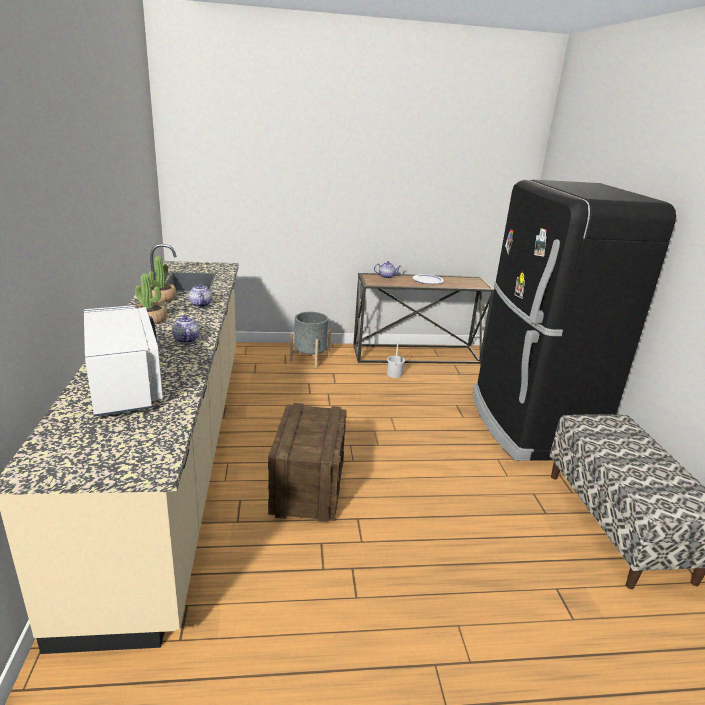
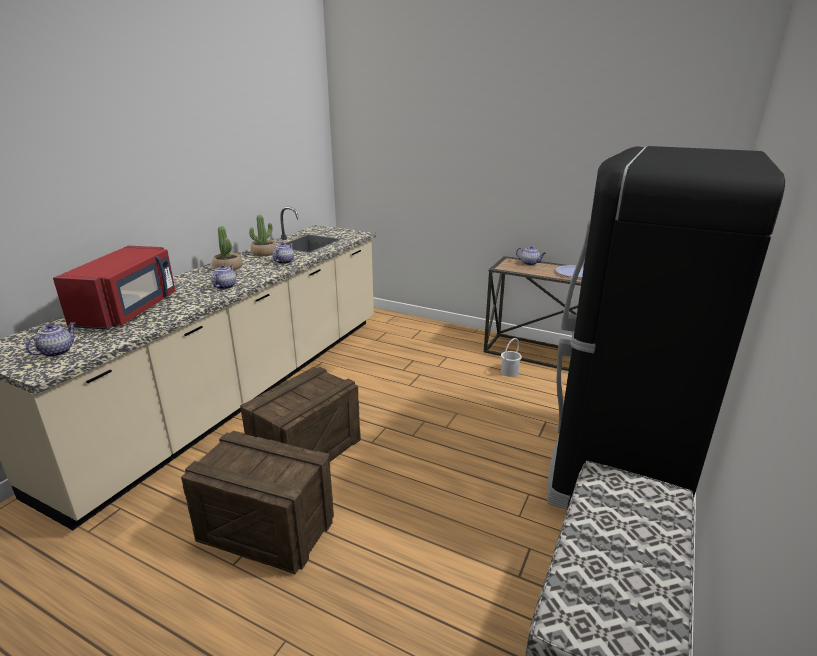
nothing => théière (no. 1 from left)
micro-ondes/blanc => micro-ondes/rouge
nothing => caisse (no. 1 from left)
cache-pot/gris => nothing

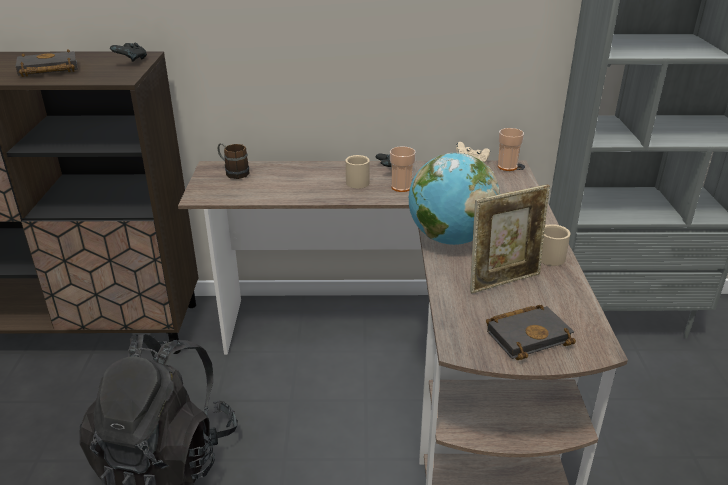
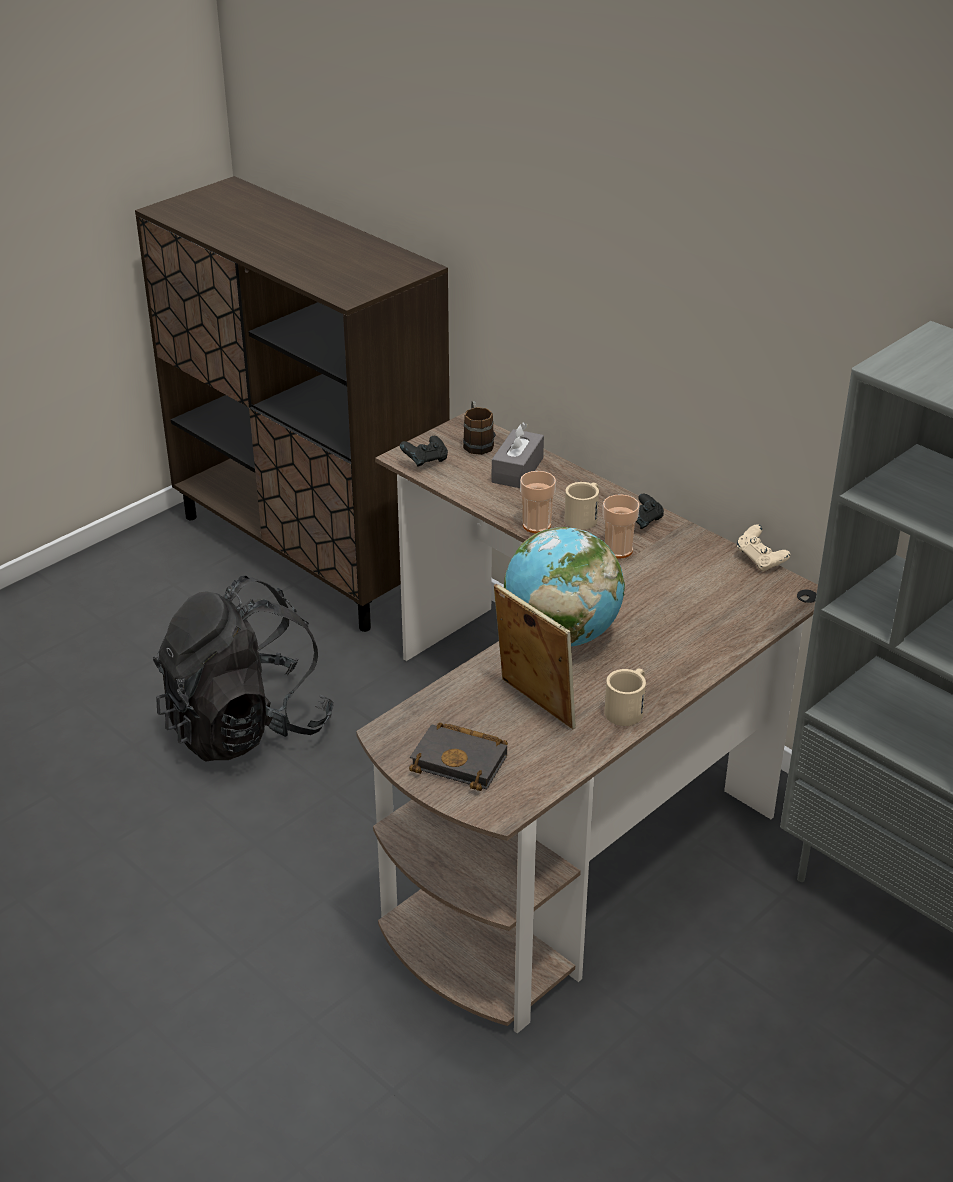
manette/noir (no. 1 from left), shifted
nothing => boîte à mouchoirs/gris
cadre photo, 150 degrees counterclockwise
tasse (no. 2 from left in the first image) => tasse (no. 1 from left), shifted
livre/noir (no. 1 from left) => nothing

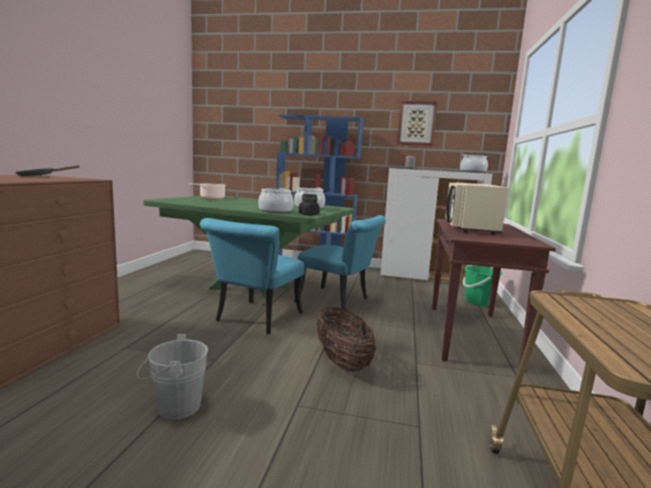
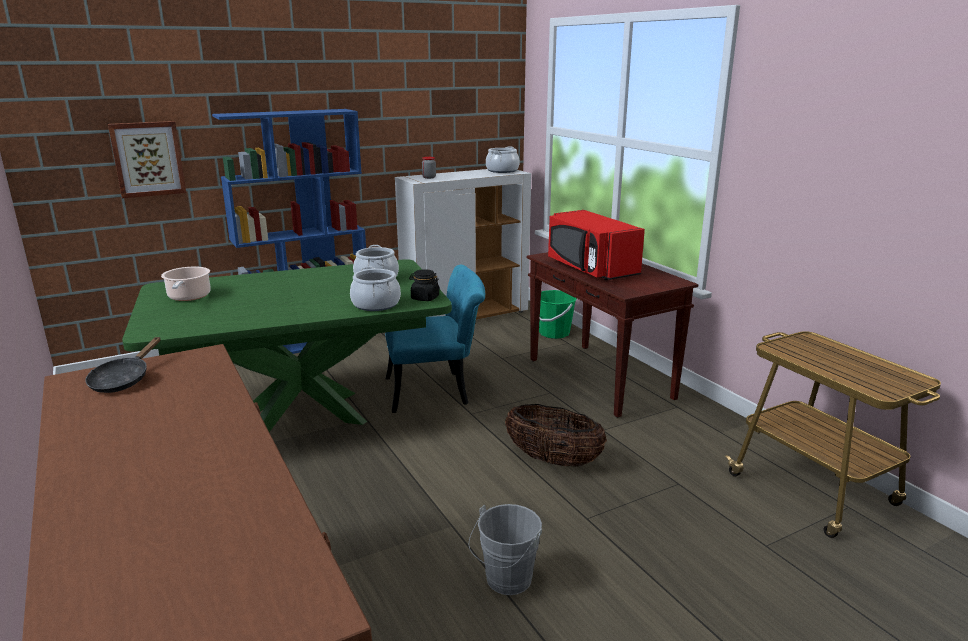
tableau, shifted
micro-ondes/beige => micro-ondes/rouge
chaise/turquoise (no. 1 from left) => nothing

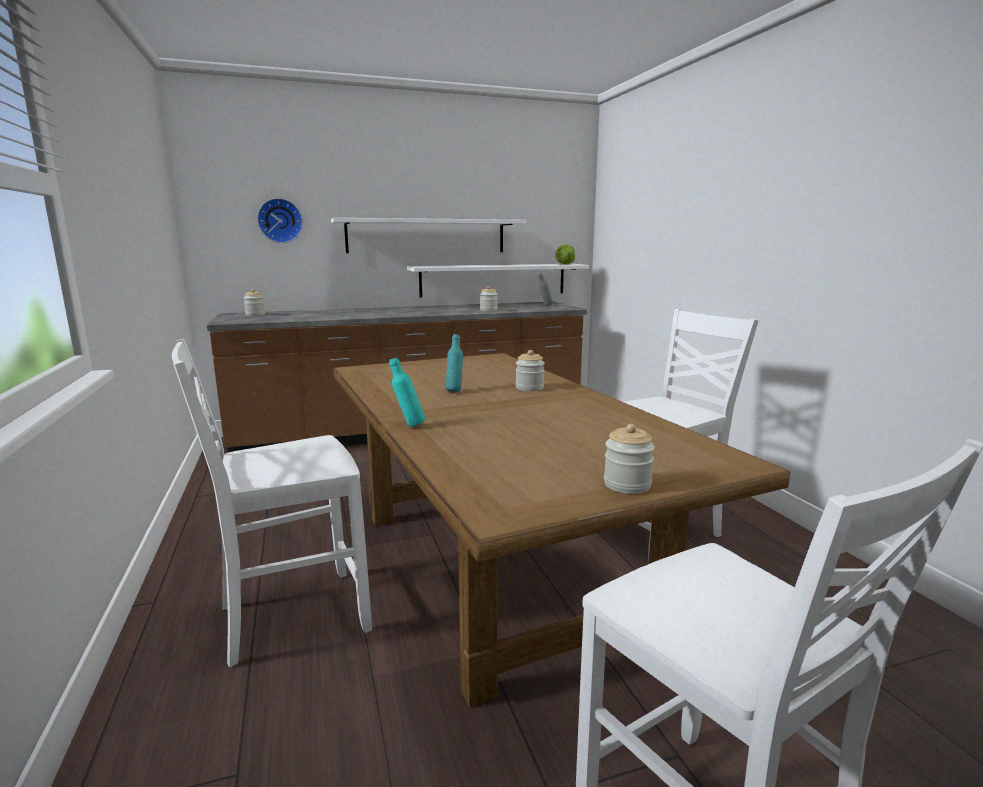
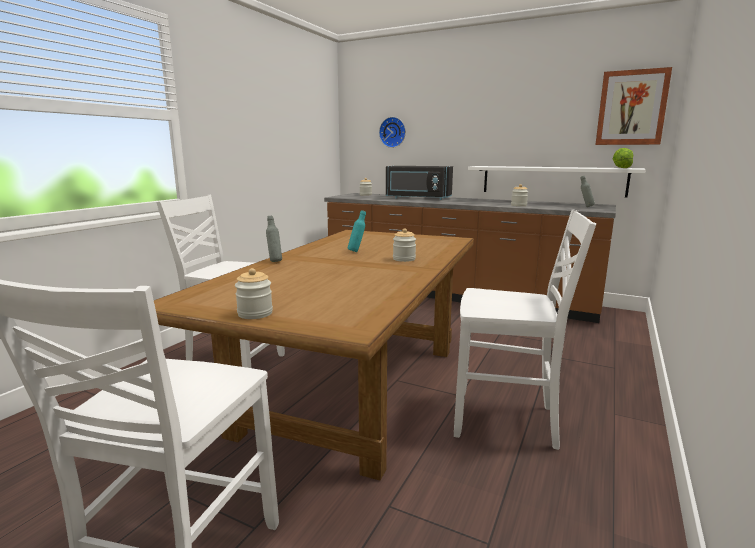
bouteille/turquoise (no. 1 from left) => bouteille/gris (no. 1 from left)
nothing => micro-ondes/noir
nothing => tableau
étagère/blanc (no. 1 from left) => nothing

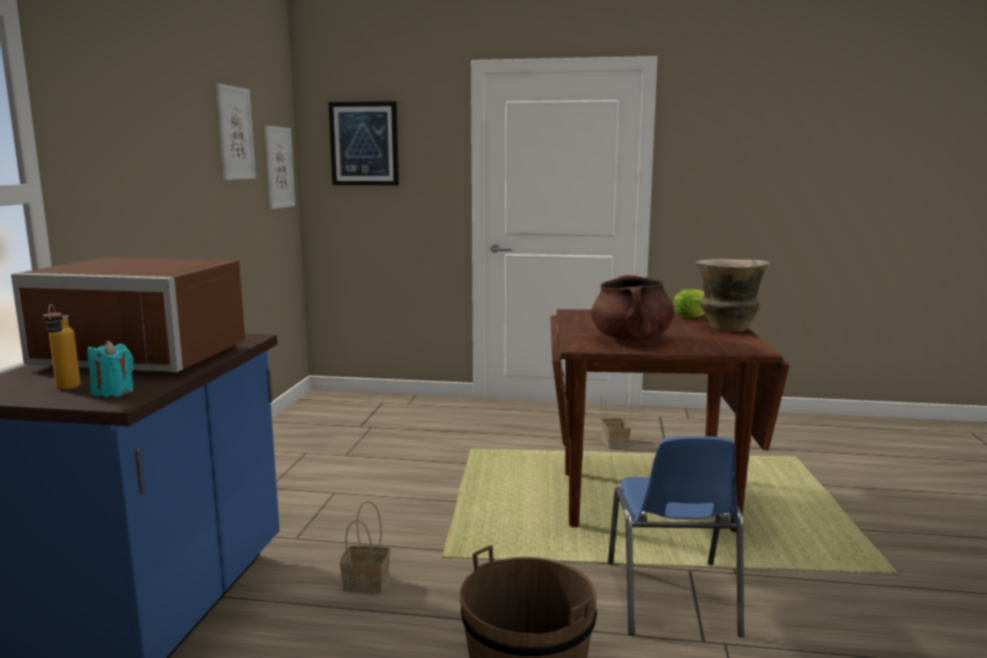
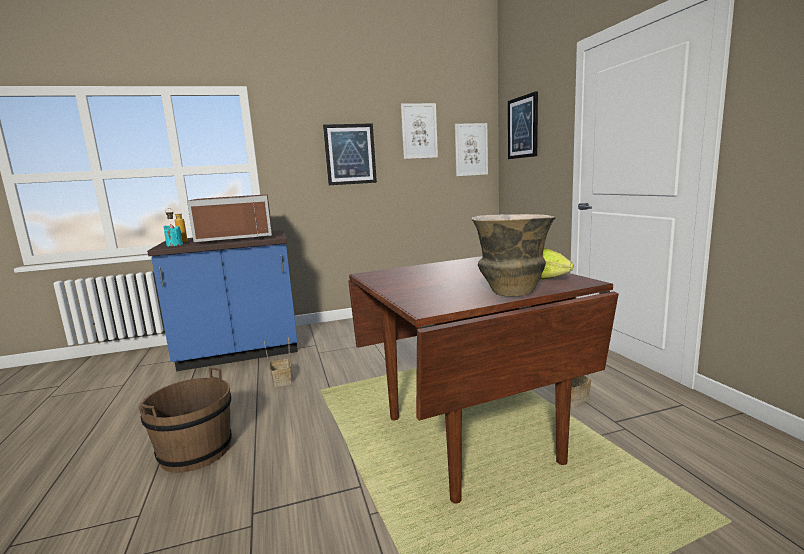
micro-ondes/marron, 90 degrees counterclockwise
nothing => tableau (no. 1 from left)
marmite/marron => nothing
chaise/bleu => nothing

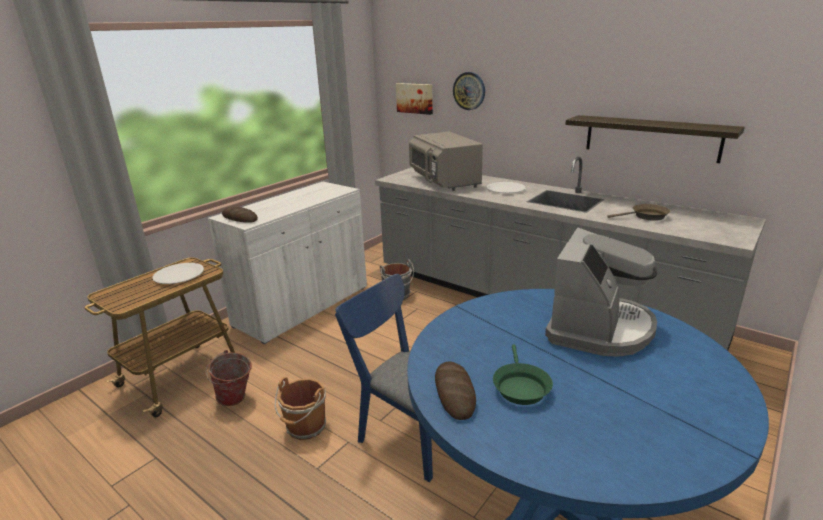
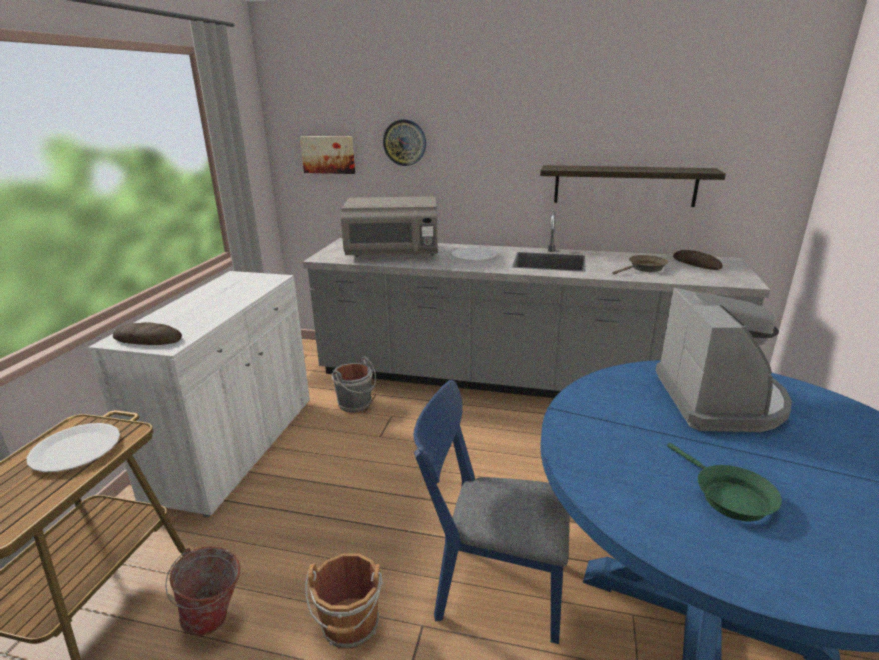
micro-ondes/gris, 45 degrees counterclockwise
pain (no. 2 from left), shifted

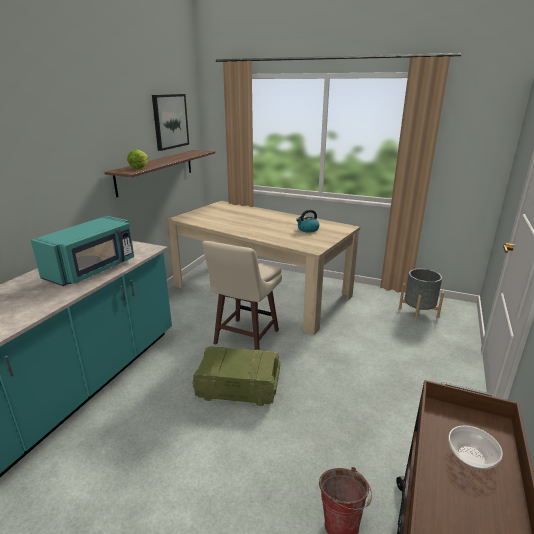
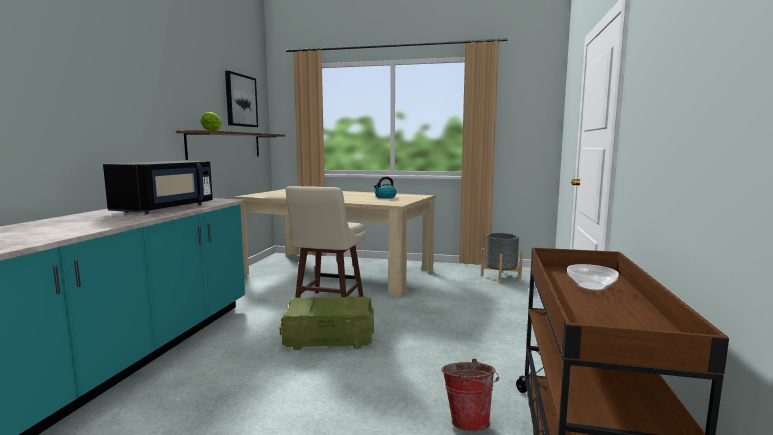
micro-ondes/turquoise => micro-ondes/noir

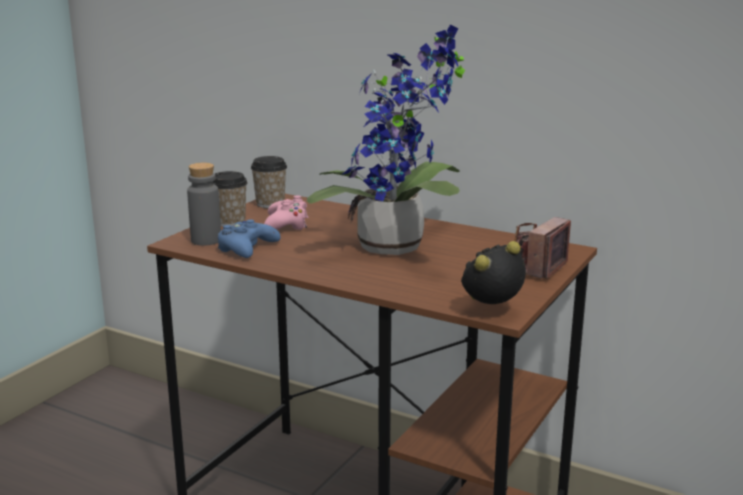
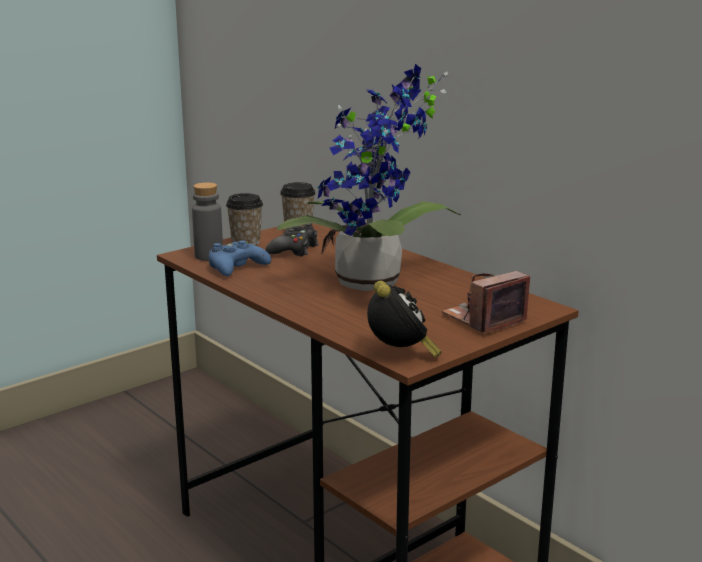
manette/rose => manette/noir
réveil, 90 degrees clockwise

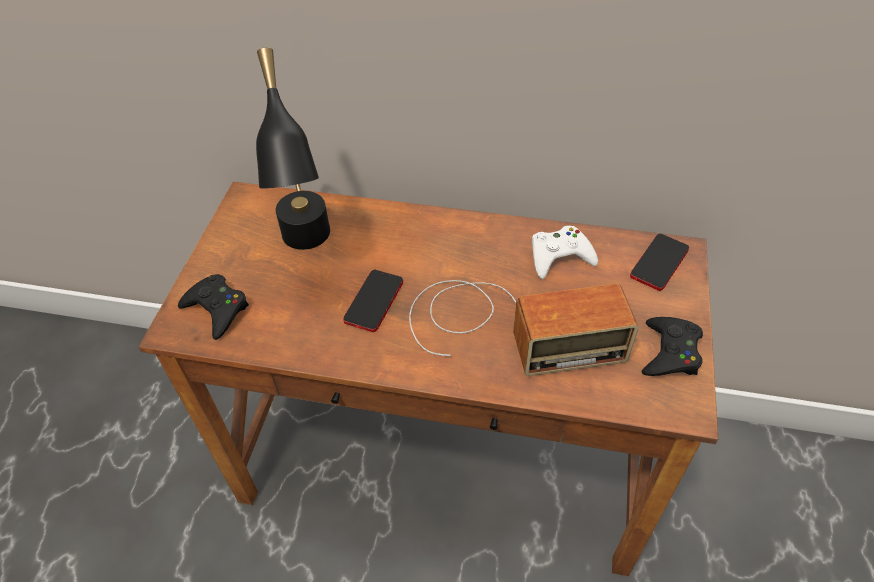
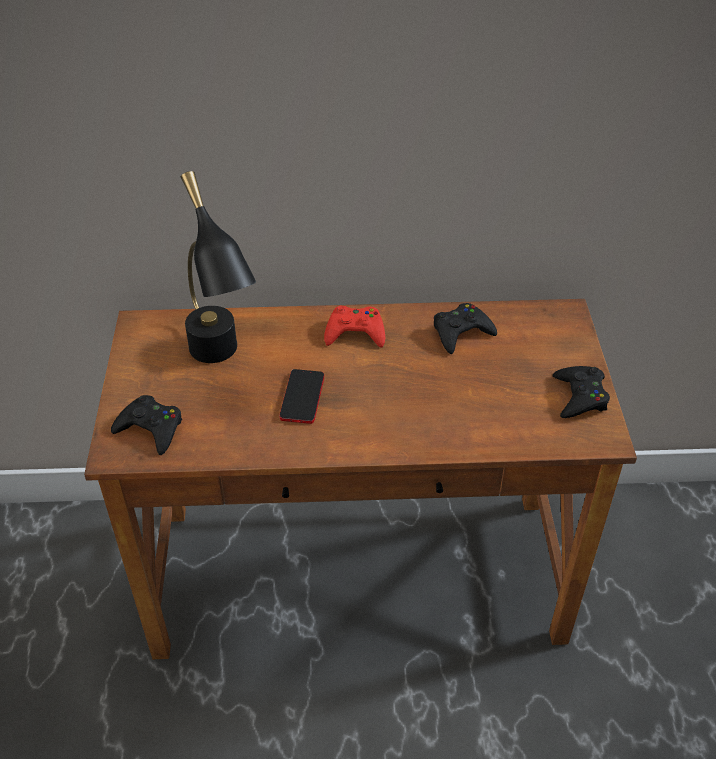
nothing => manette/rouge
manette/blanc => manette/noir (no. 2 from left)
radio => nothing
téléphone (no. 2 from left) => nothing

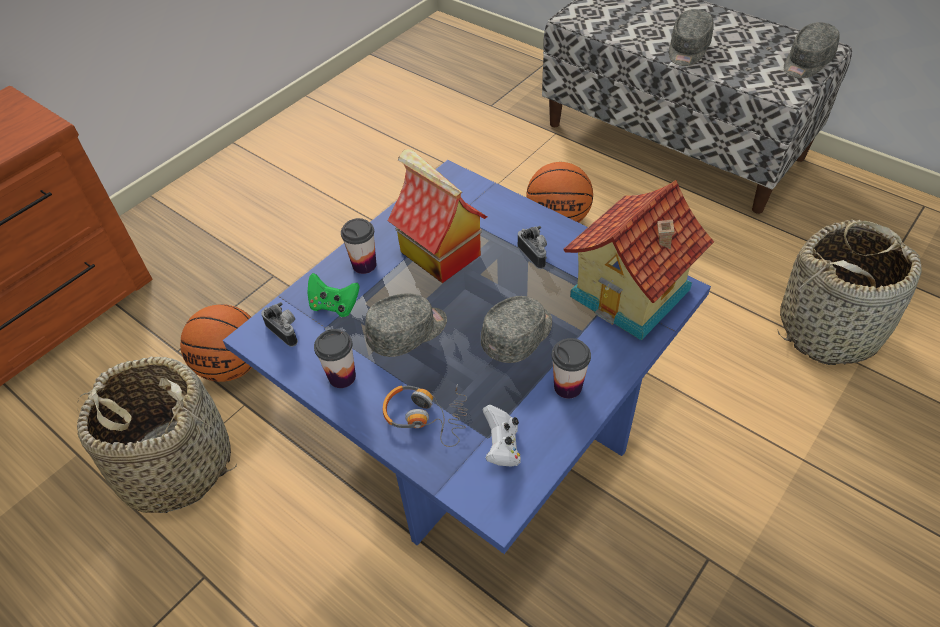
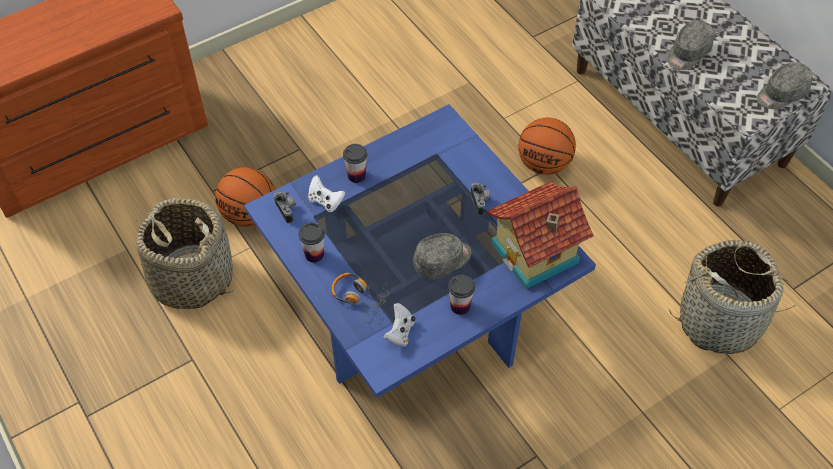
manette/vert => manette/blanc (no. 1 from left)
casquette/gris (no. 1 from left) => nothing
maison miniature (no. 1 from left) => nothing

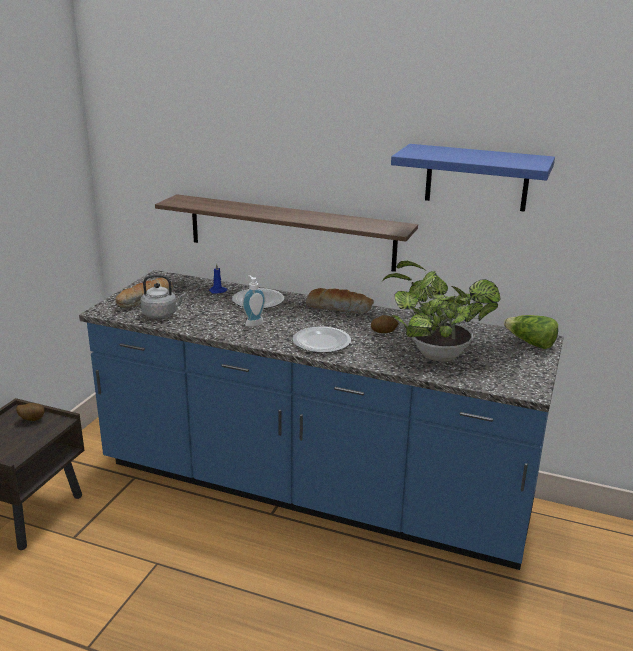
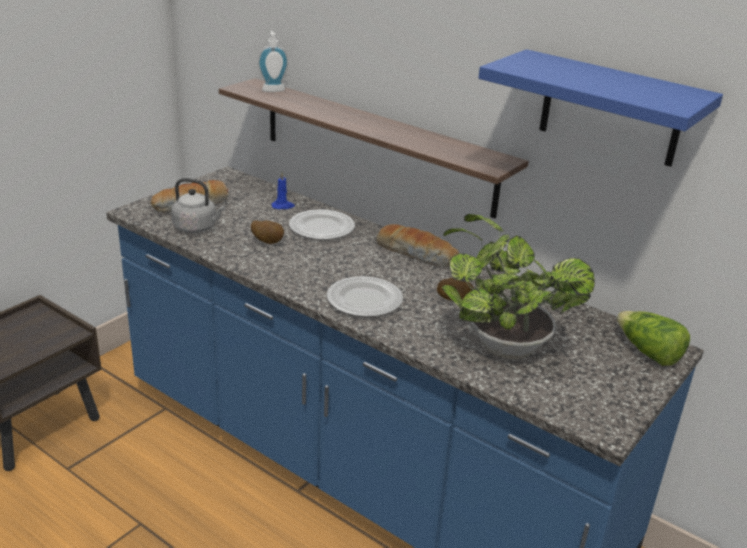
pomme de terre (no. 1 from left), shifted
distributeur de savon, shifted

